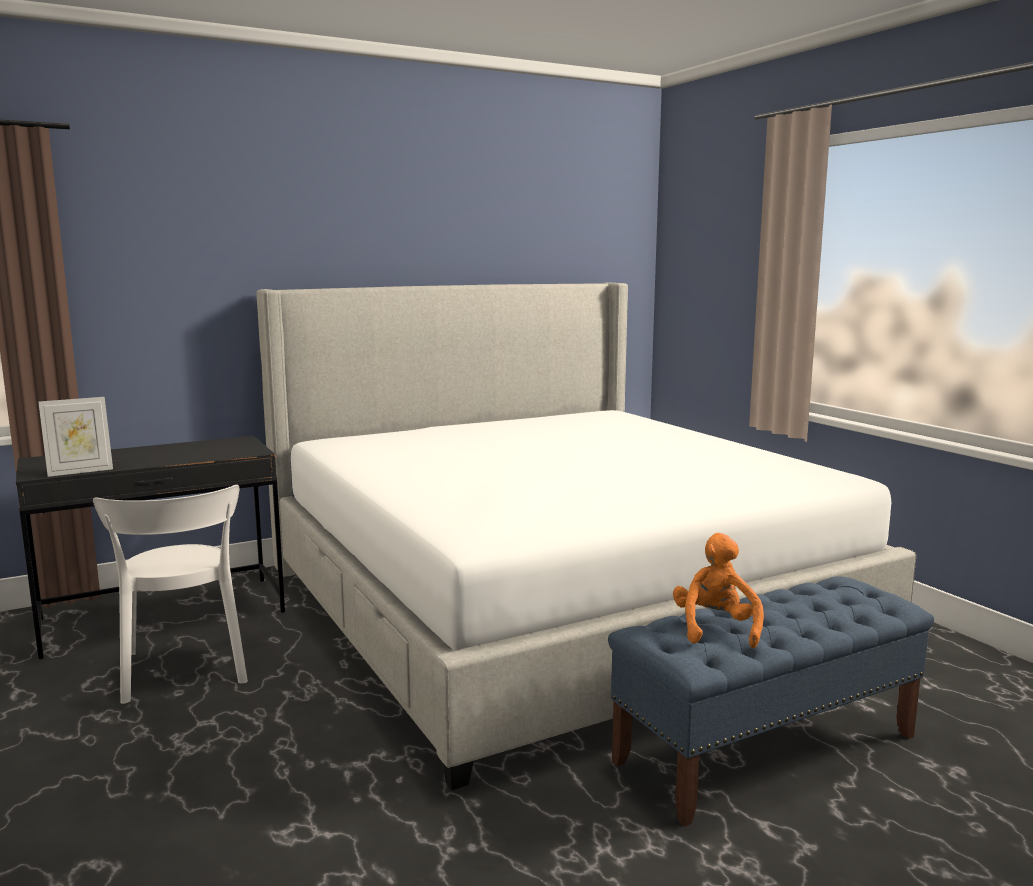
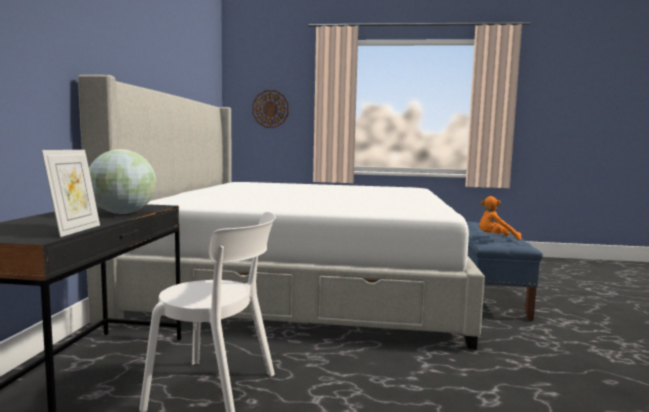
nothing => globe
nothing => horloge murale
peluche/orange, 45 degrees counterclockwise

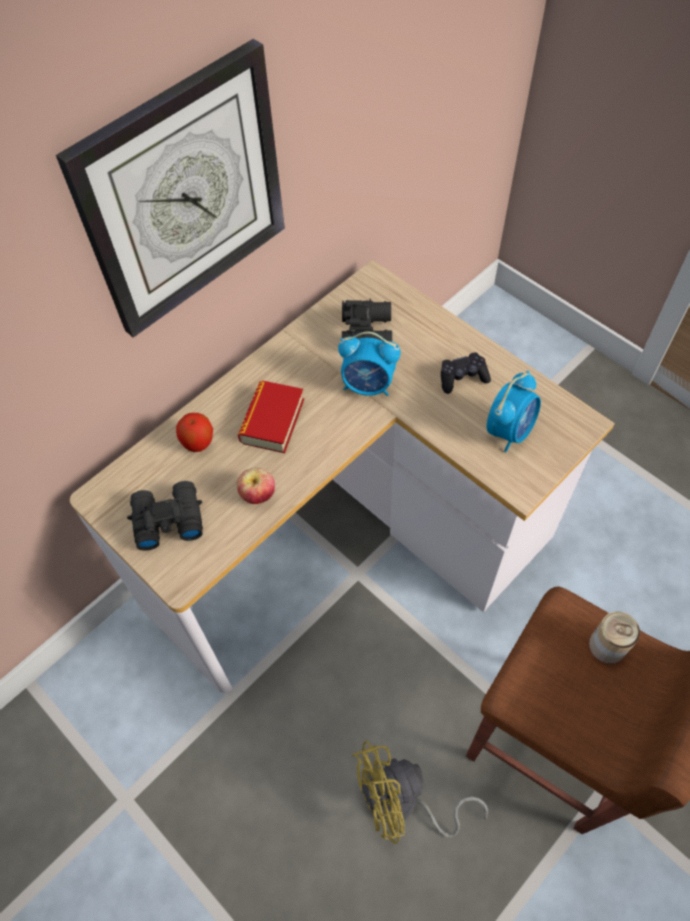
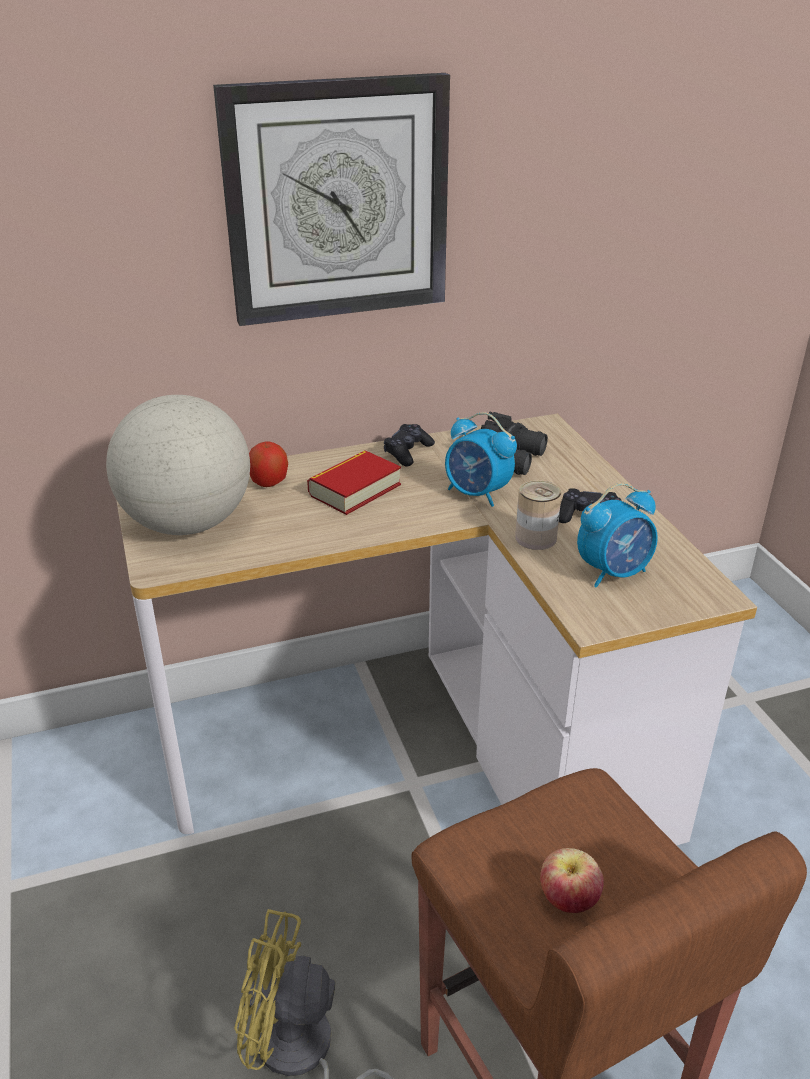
jumelles/noir (no. 1 from left) => globe
nothing => manette/noir (no. 1 from left)
boîte métallique, shifted
pomme (no. 2 from left), shifted

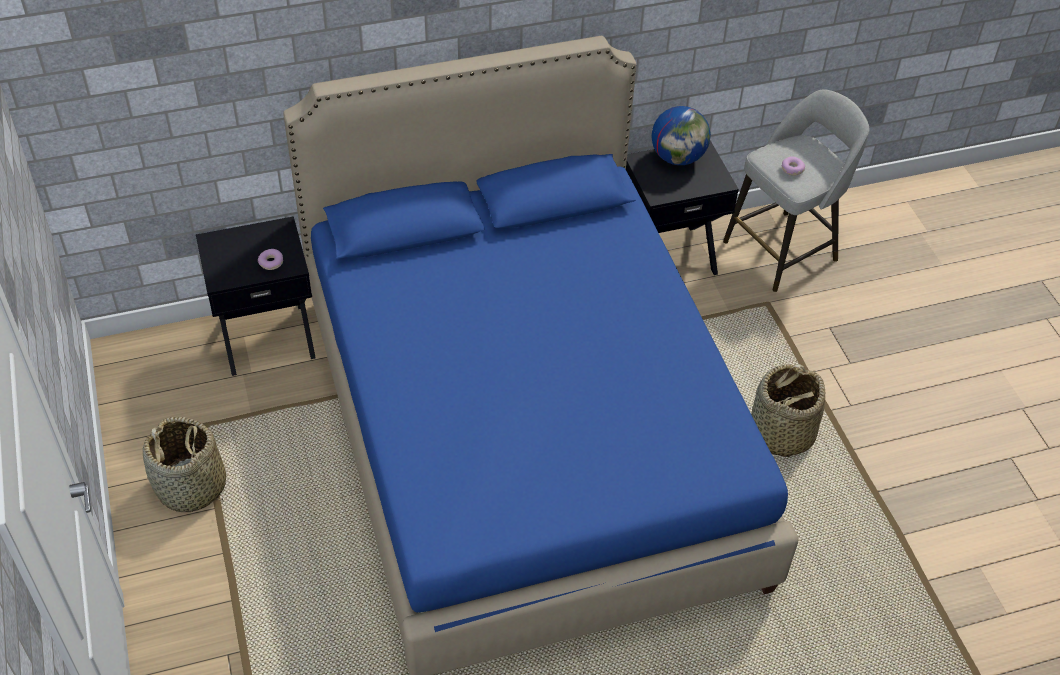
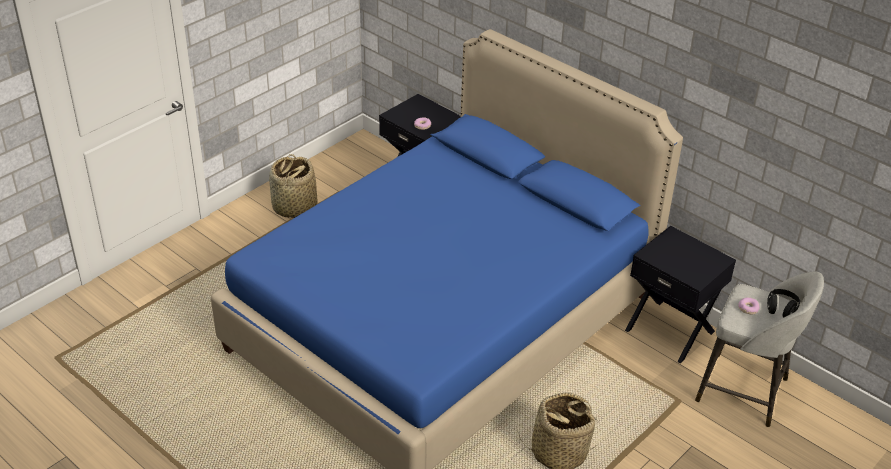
nothing => casque audio/noir
globe => nothing

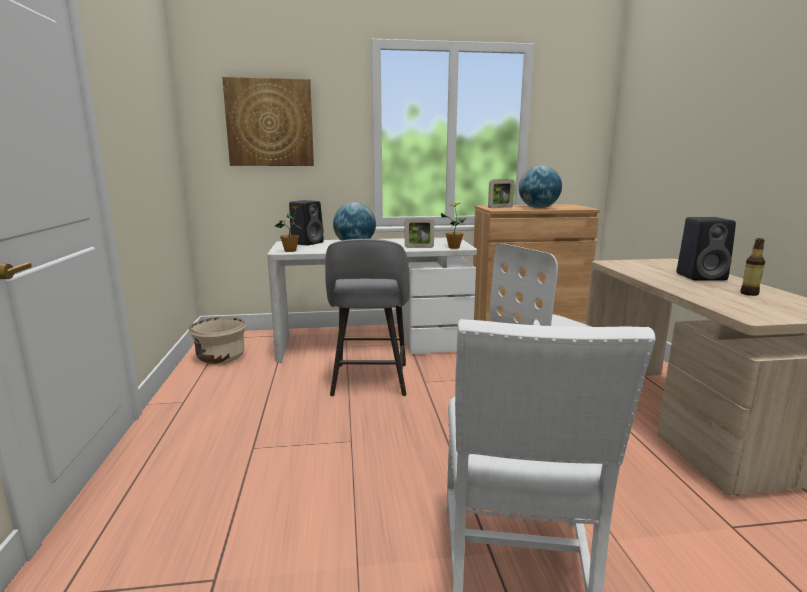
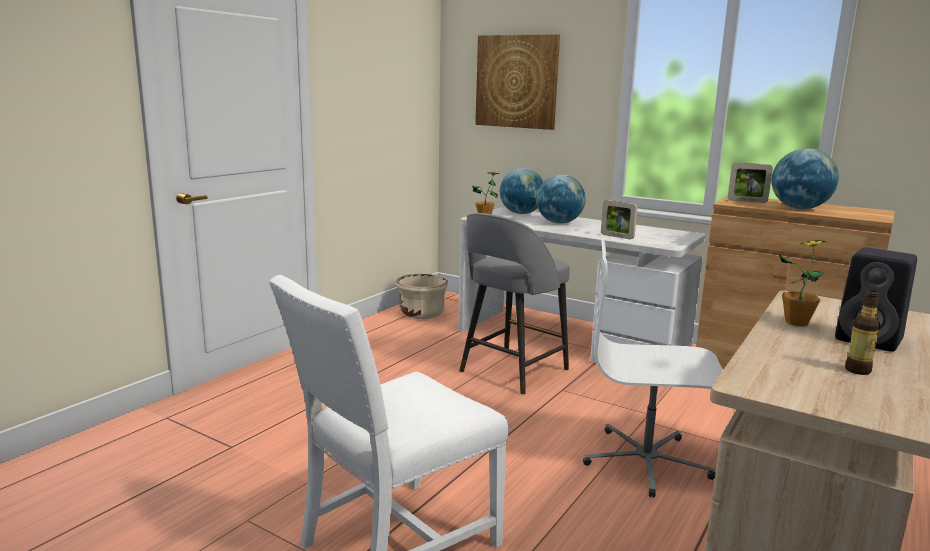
enceinte/noir (no. 1 from left) => globe (no. 1 from left)
plante en pot (no. 2 from left), shifted

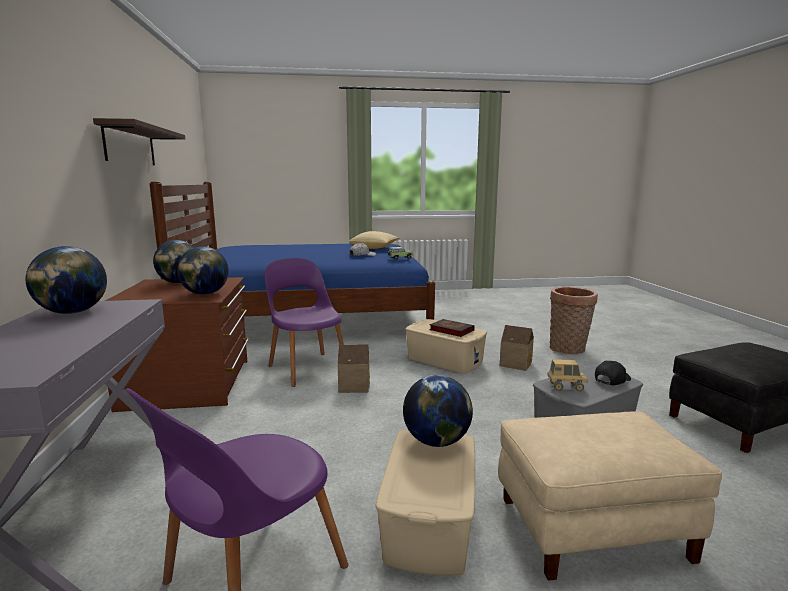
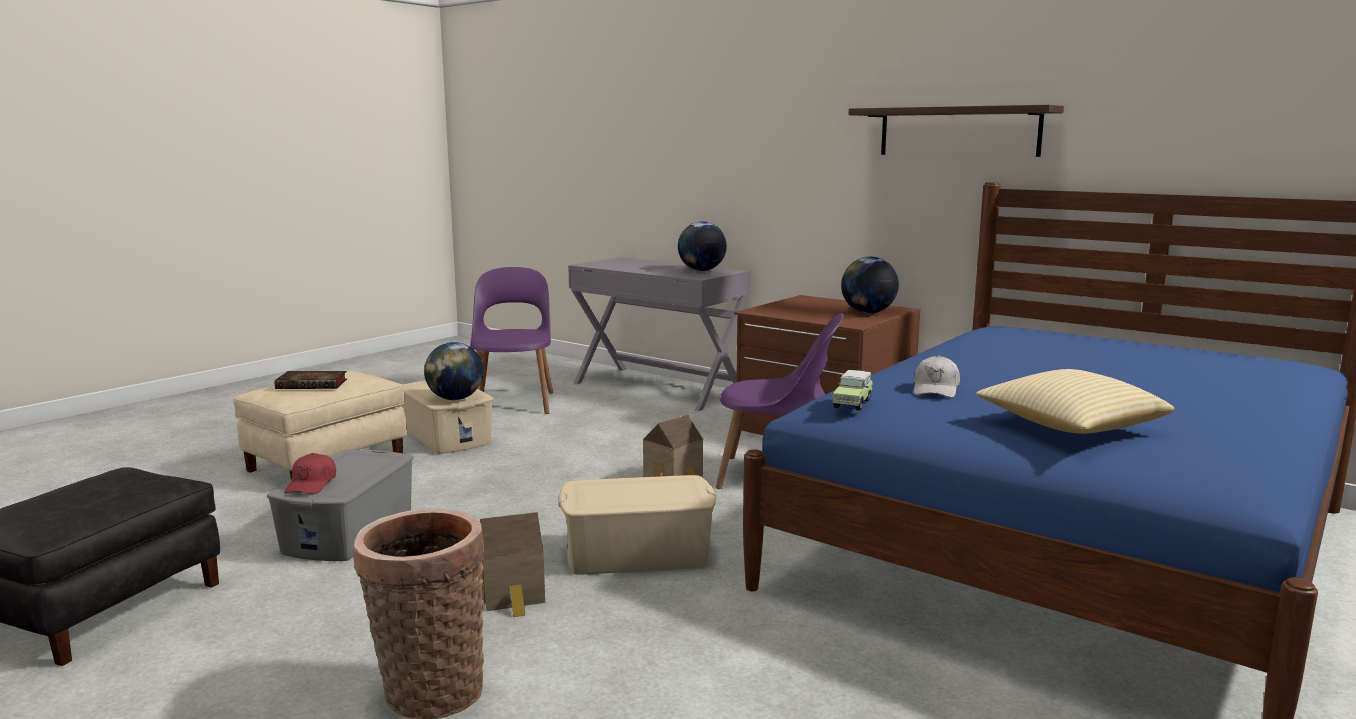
livre, shifted
casquette/noir => casquette/rouge
globe (no. 3 from left) => nothing
camion jouet => nothing

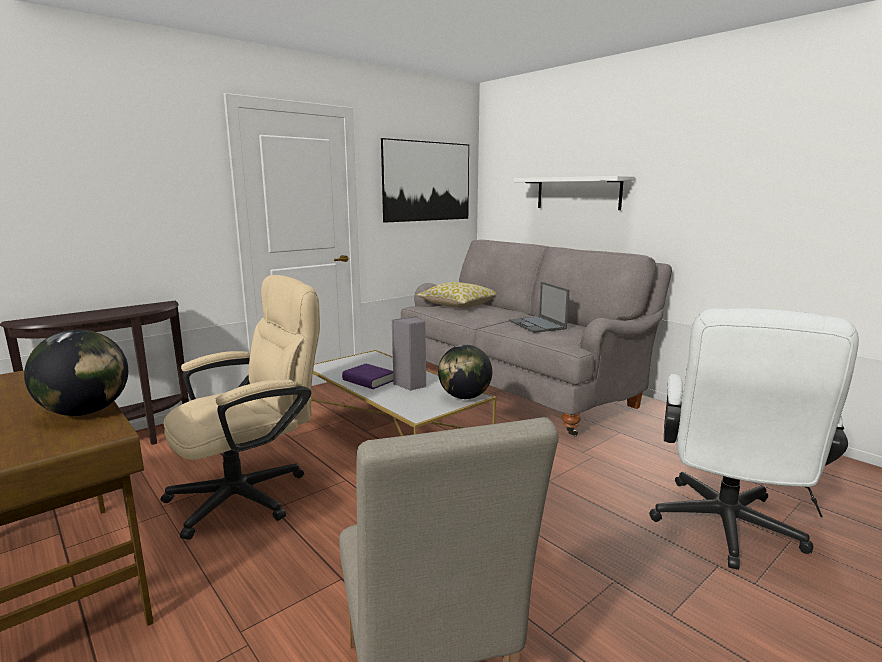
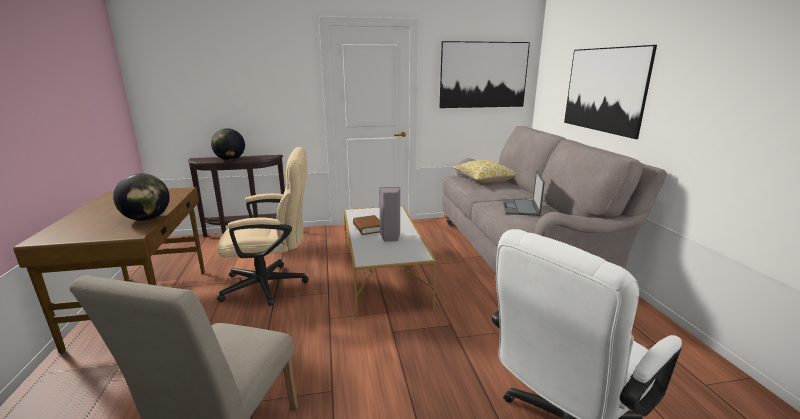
globe (no. 2 from left), shifted
livre/violet => livre/marron
étagère/blanc => tableau (no. 2 from left)

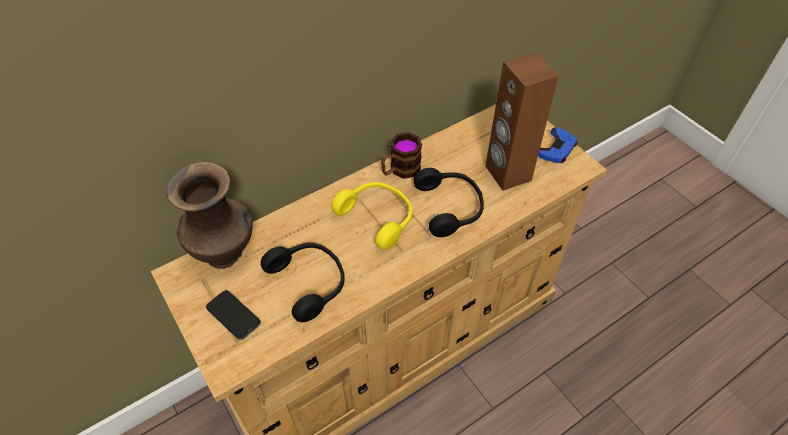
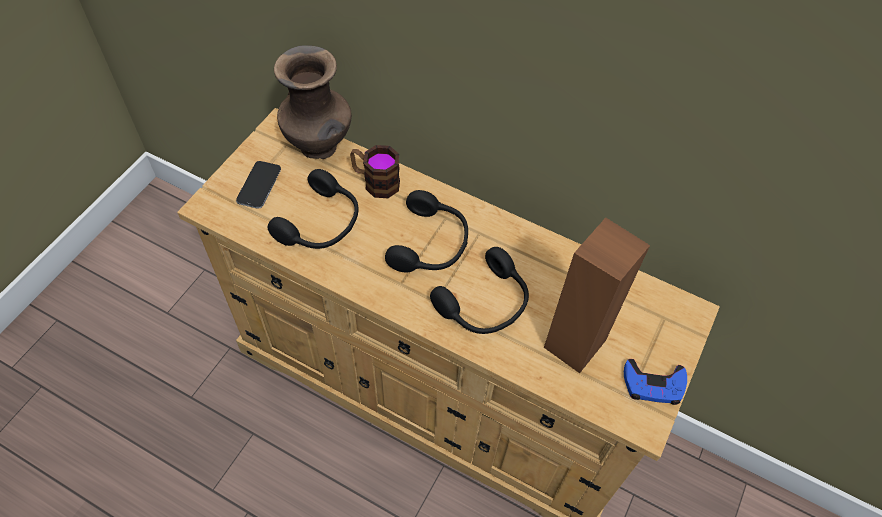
mug, shifted
casque audio/jaune => casque audio/noir (no. 2 from left)

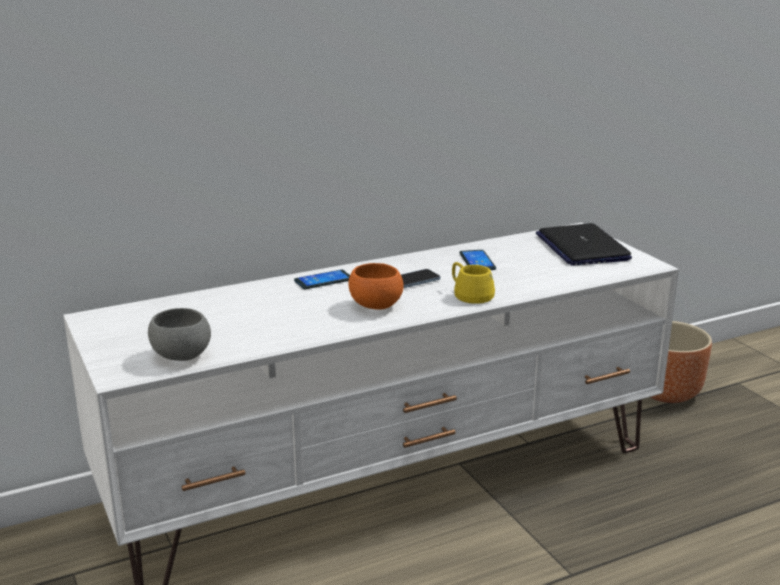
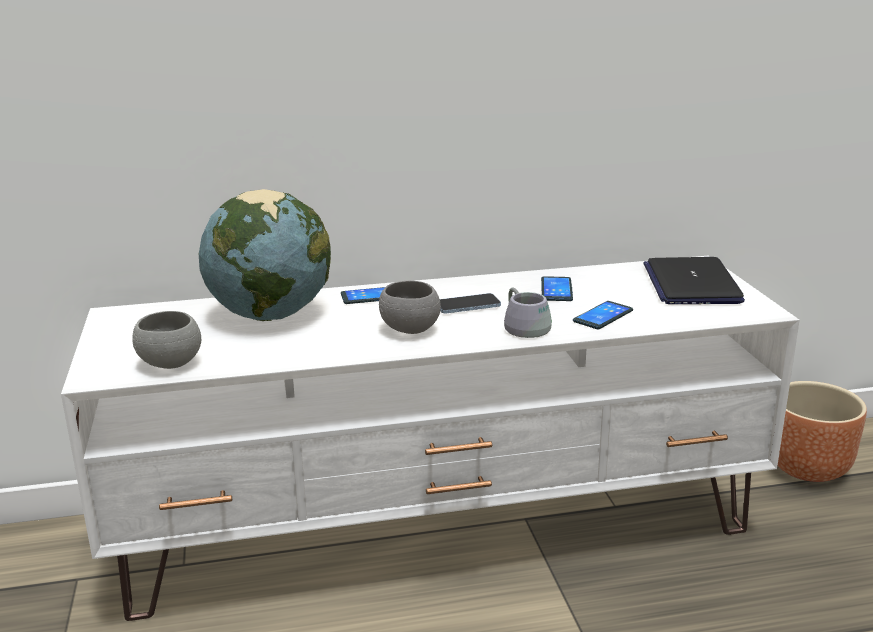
nothing => globe
bol/orange => bol/gris (no. 2 from left)
mug/jaune => mug/gris
nothing => téléphone (no. 4 from left)

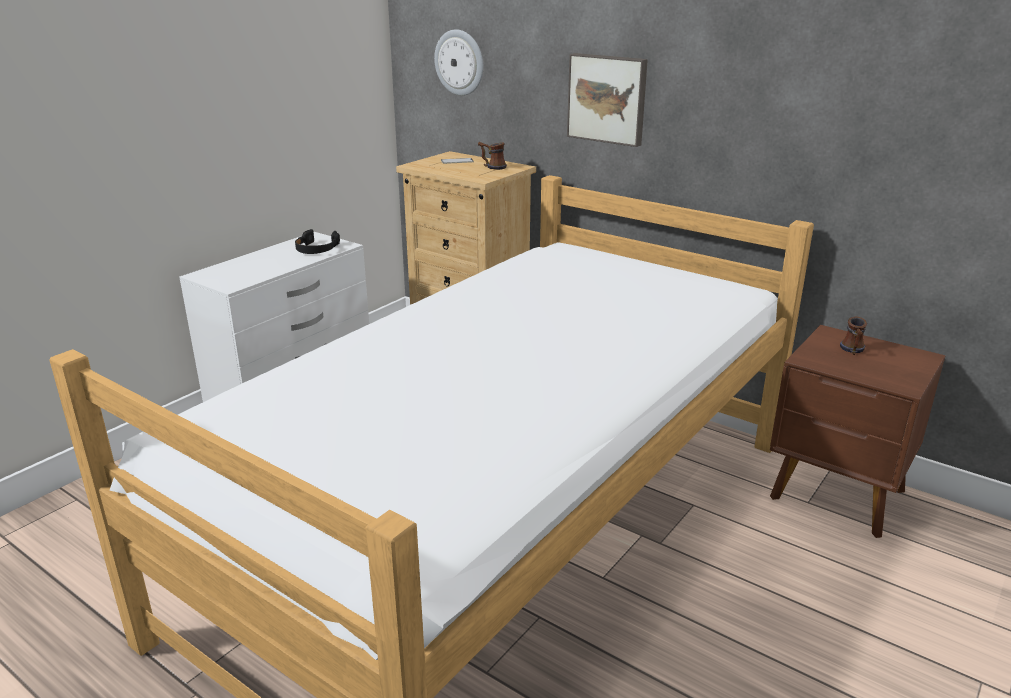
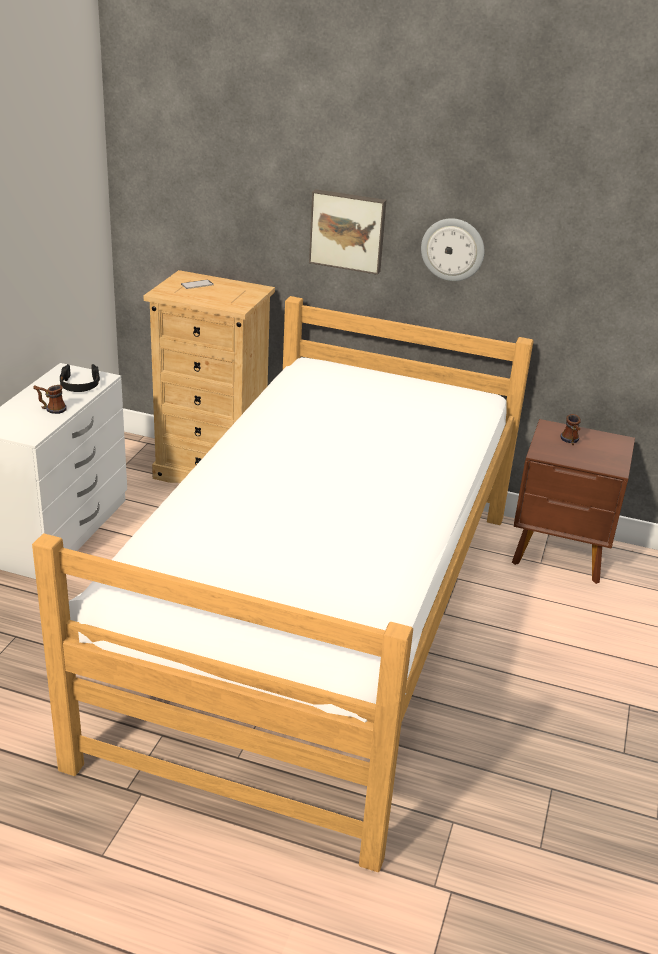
mug (no. 1 from left), shifted
horloge murale, shifted

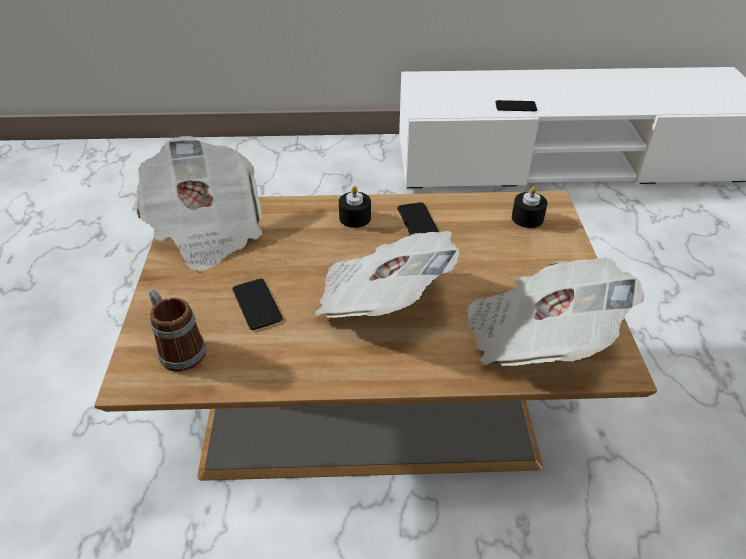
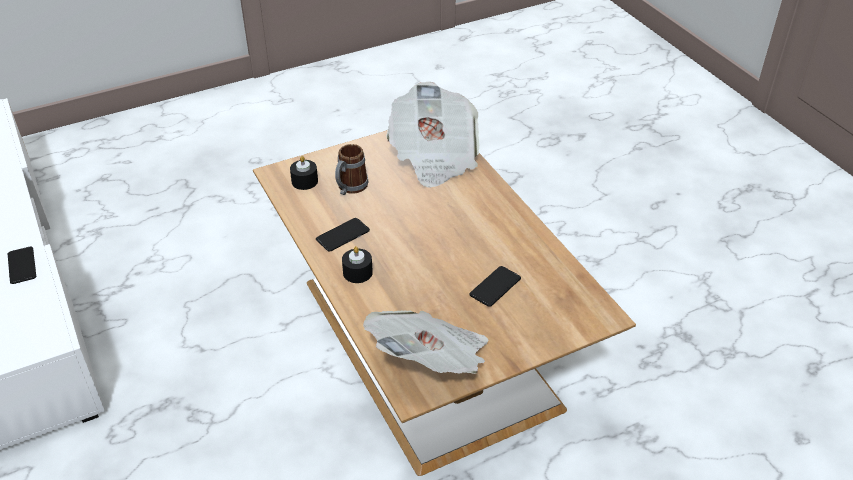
mug, shifted
journal (no. 2 from left) => nothing

